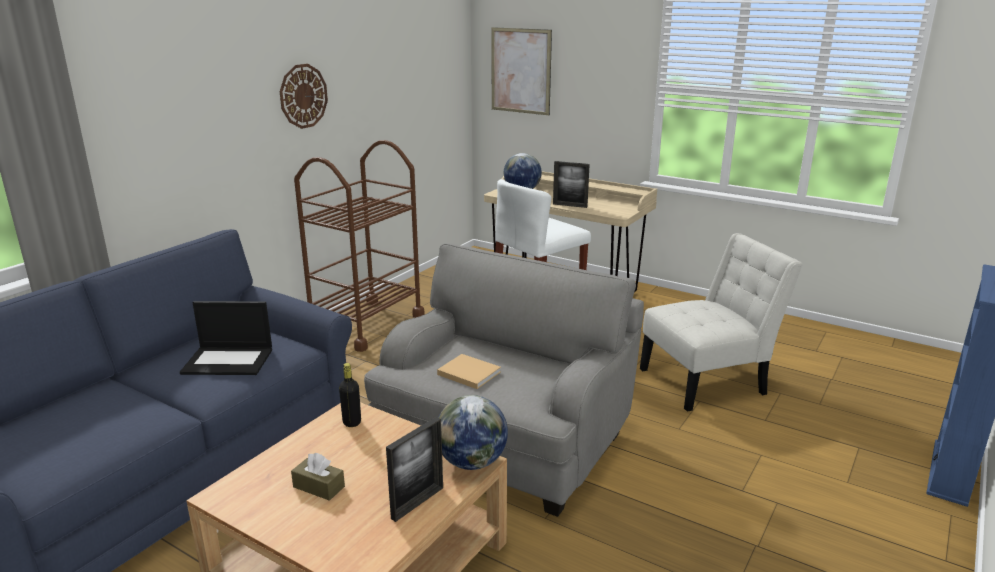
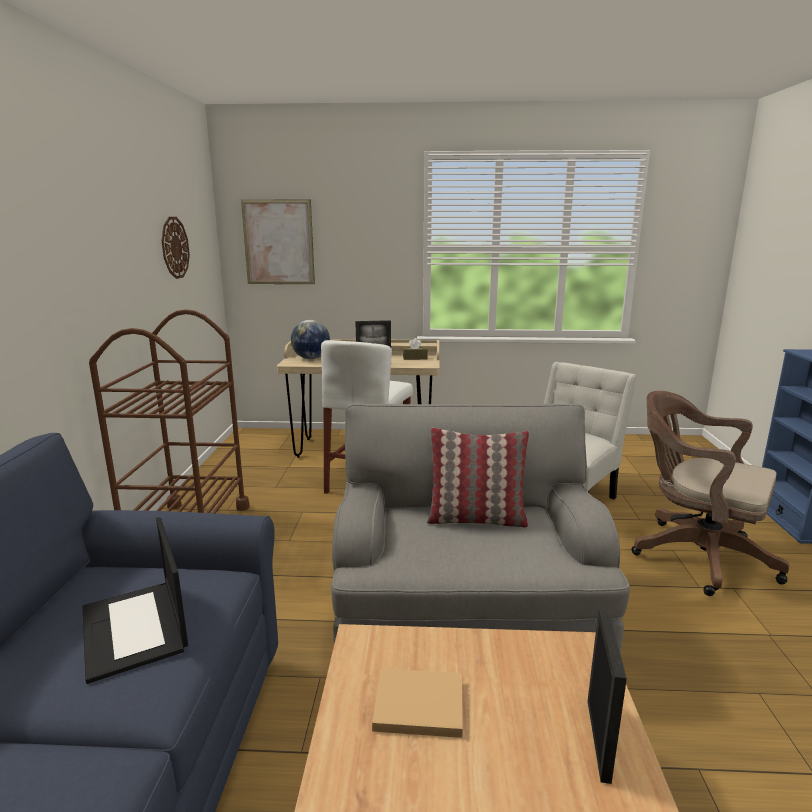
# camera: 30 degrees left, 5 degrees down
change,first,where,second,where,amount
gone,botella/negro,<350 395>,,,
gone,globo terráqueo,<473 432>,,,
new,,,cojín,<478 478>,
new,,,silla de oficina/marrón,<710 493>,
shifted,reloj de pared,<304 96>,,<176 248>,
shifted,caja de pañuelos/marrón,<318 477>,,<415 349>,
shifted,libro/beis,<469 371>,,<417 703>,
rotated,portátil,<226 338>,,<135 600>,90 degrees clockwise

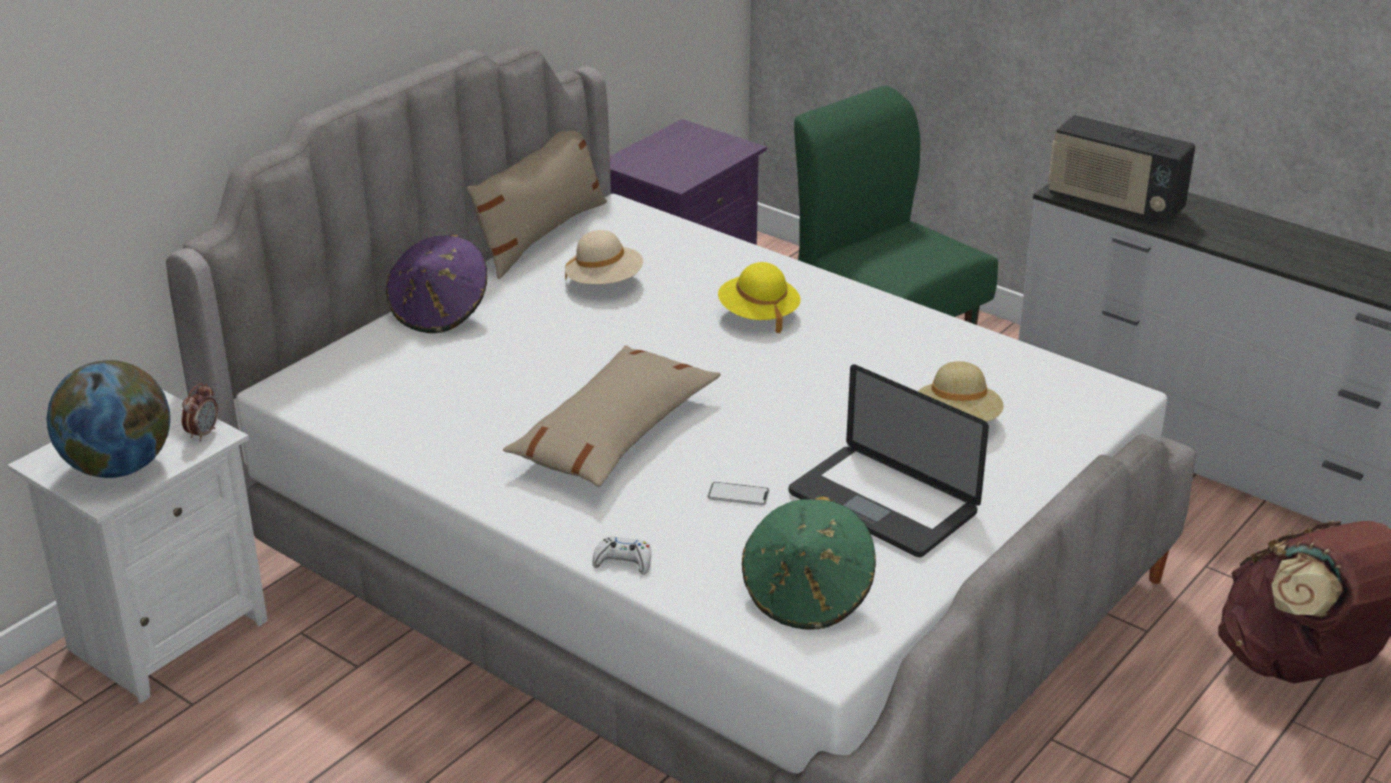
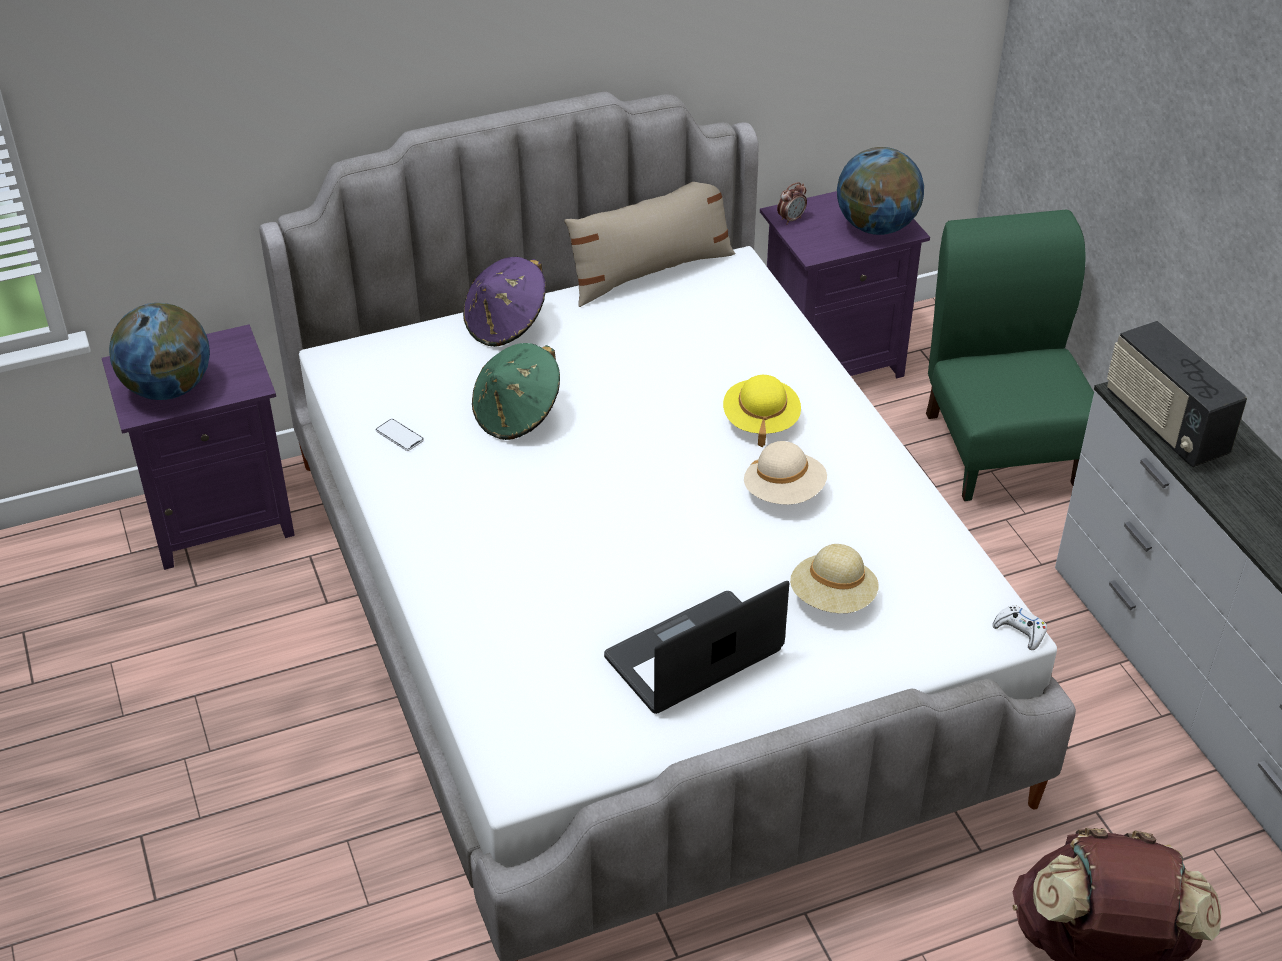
# camera: 30 degrees right, 10 degrees up
change,first,where,second,where,amount
gone,cojín/beis,<611 416>,,,
new,,,globo terráqueo,<880 191>,
shifted,despertador,<199 412>,,<792 203>,
shifted,sombrero/beis,<604 257>,,<785 473>,
shifted,mando de consola/blanco,<621 555>,,<1019 627>,
shifted,móvil,<739 494>,,<400 435>,
shifted,sombrero/verde,<809 563>,,<516 391>,
repainted,mesita de noche/blanco,<138 546>,mesita de noche/morado,<198 447>,
rotated,portátil,<889 460>,,<696 647>,75 degrees clockwise

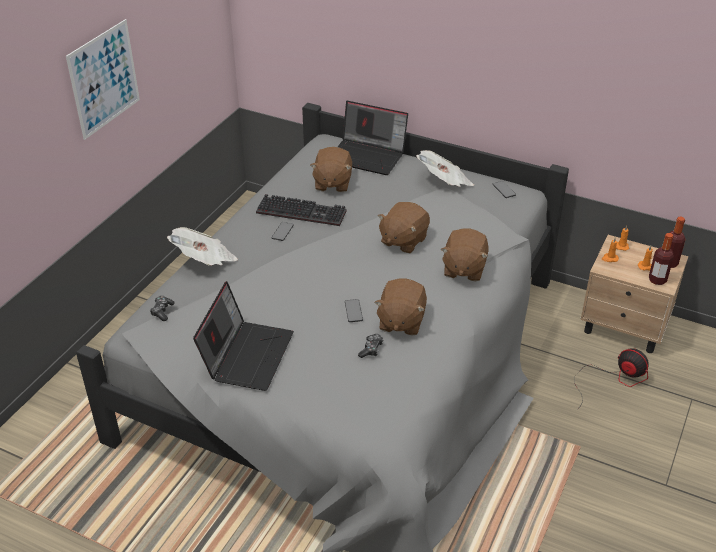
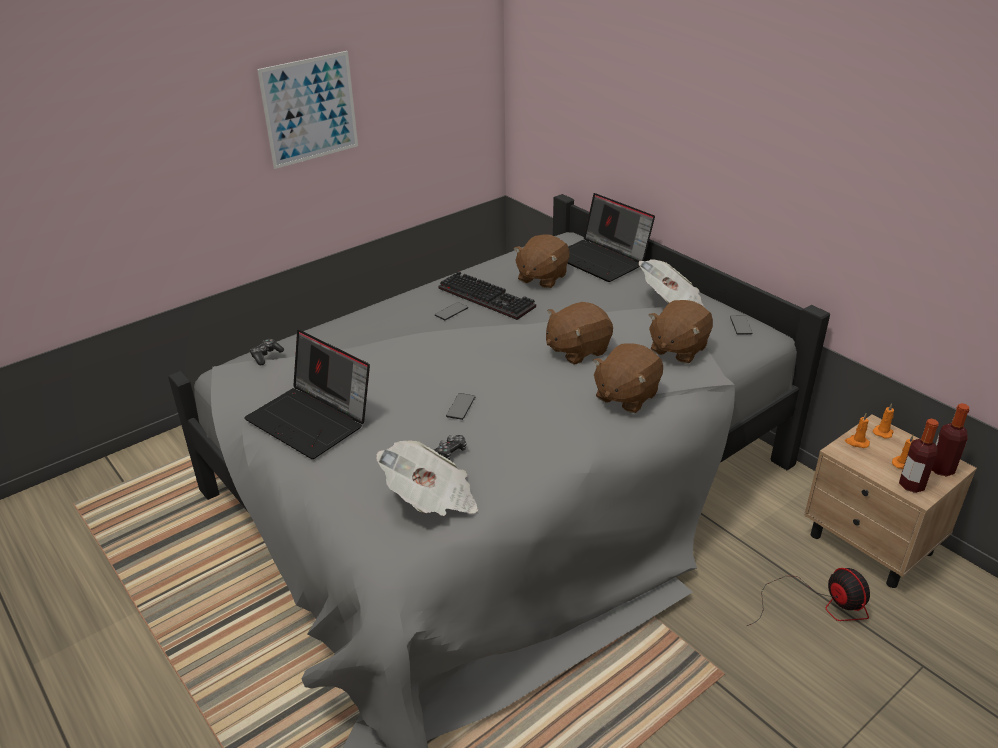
# camera: 25 degrees right, 5 degrees down
change,first,where,second,where,amount
shifted,periódico,<202 246>,,<427 478>,
shifted,peluche/marrón,<400 307>,,<680 331>,
rotated,portátil,<243 336>,,<307 394>,90 degrees clockwise

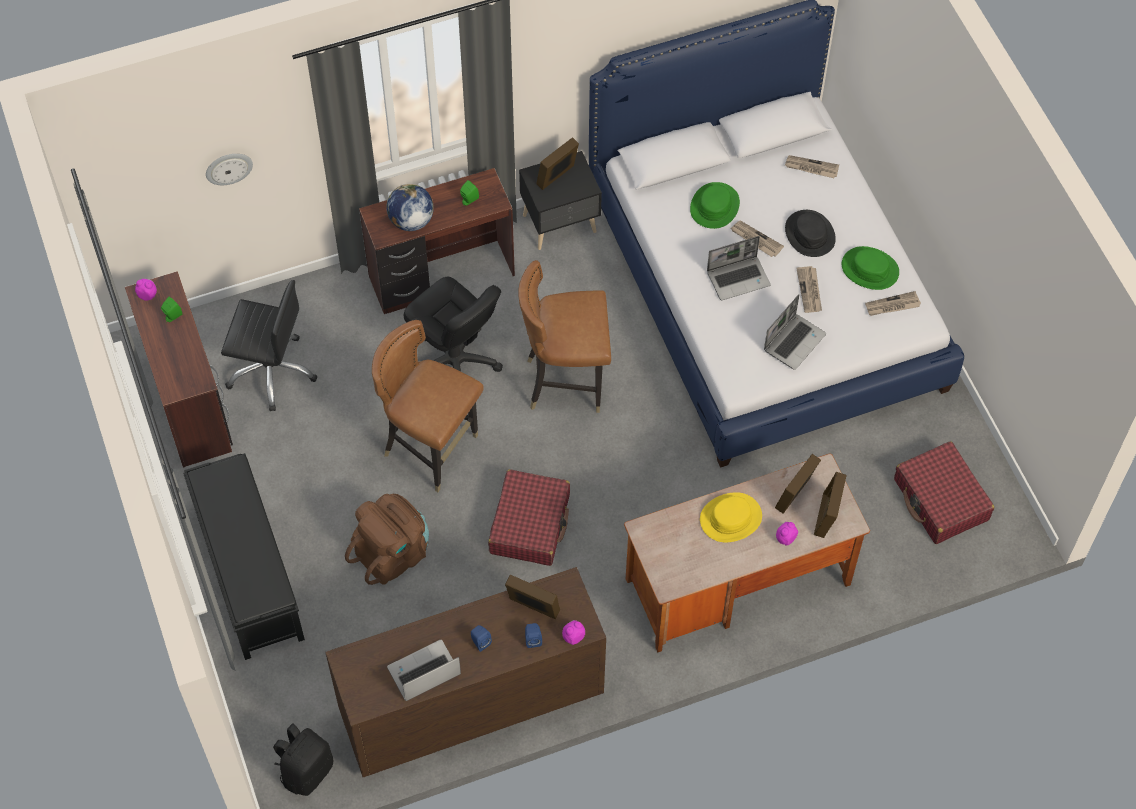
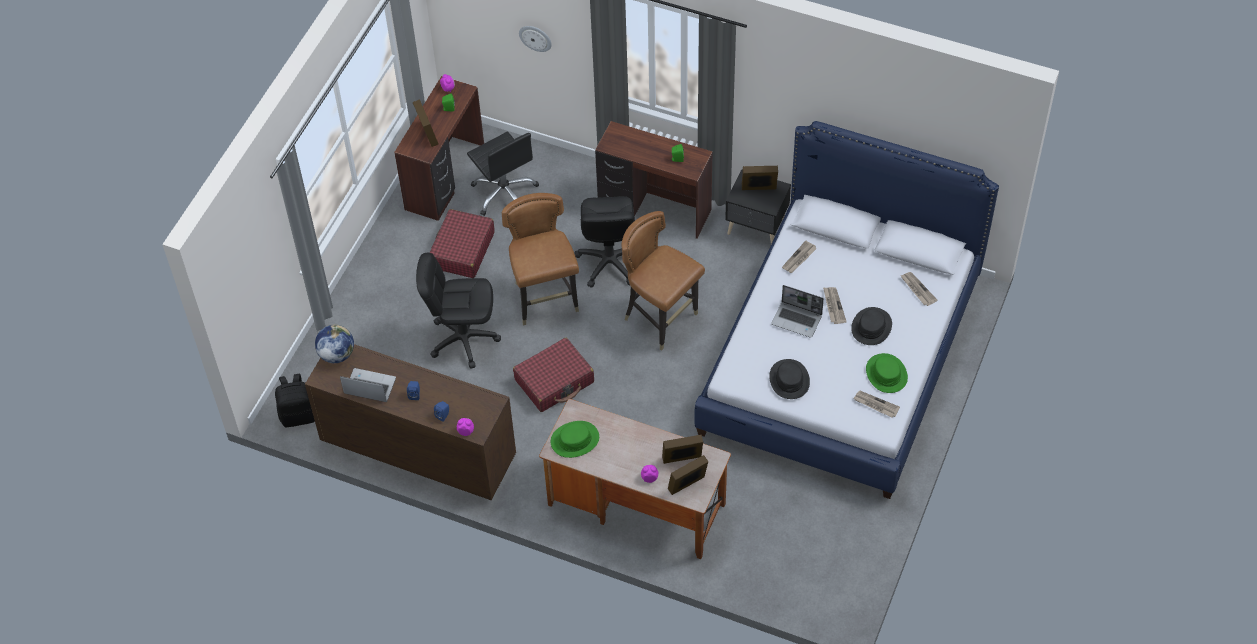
# camera: 45 degrees right, 5 degrees down
change,first,where,second,where,amount
gone,banco/negro,<244 556>,,,
gone,sombrero/amarillo,<731 517>,,,
shifted,globo terráqueo,<410 207>,,<334 344>,
shifted,portarretratos,<532 597>,,<425 123>,
shifted,sombrero/verde,<715 205>,,<575 439>,
shifted,periódico,<809 289>,,<799 257>,
shifted,maleta/rojo,<944 492>,,<462 243>,
swapped,mochila/marrón,<387 539>,silla de oficina/negro,<458 311>,
swapped,portátil,<795 332>,sombrero/negro,<789 379>,

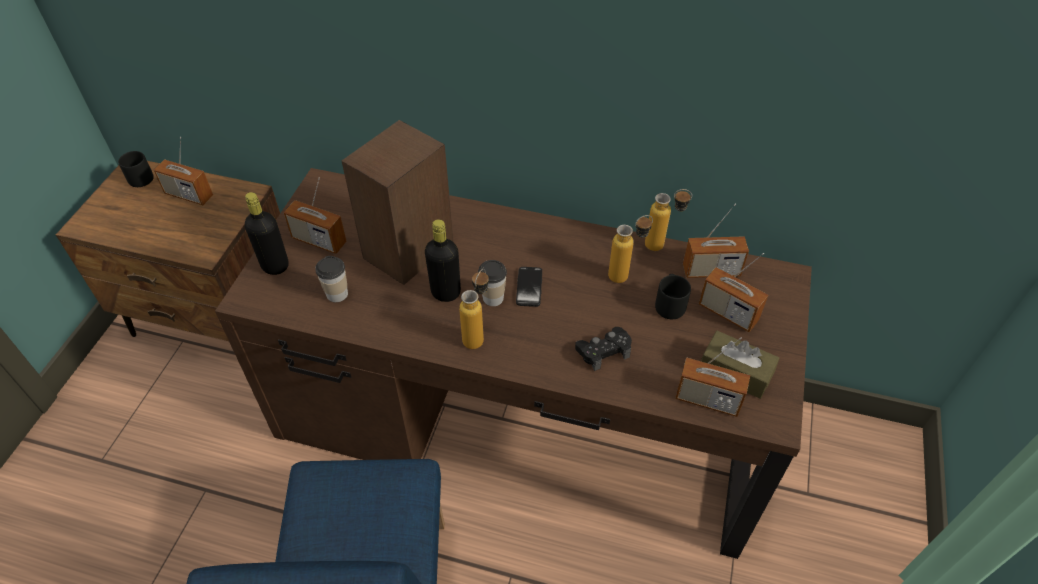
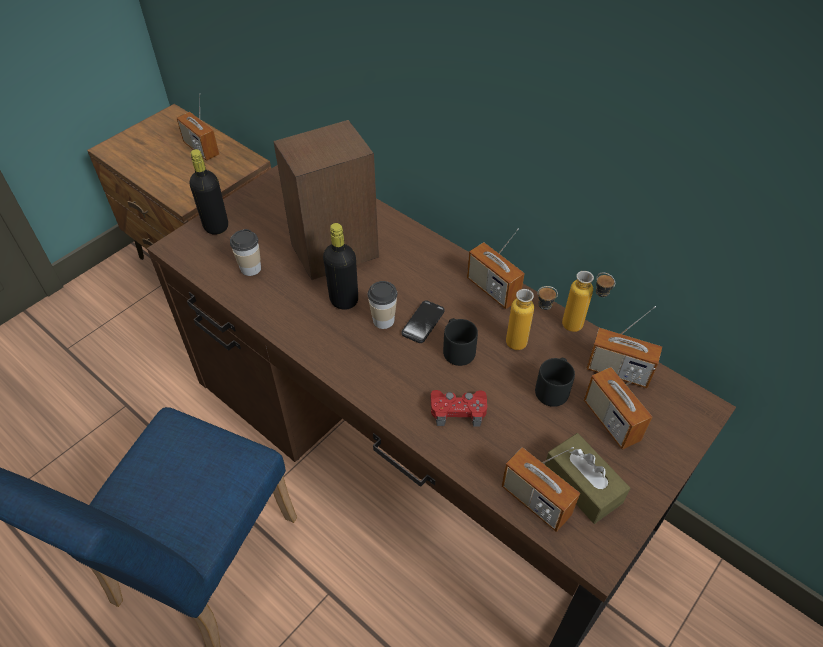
# camera: 25 degrees right, 0 degrees up
change,first,where,second,where,amount
gone,botella,<474 309>,,,
shifted,taza grande/negro,<136 169>,,<460 342>,
shifted,radio,<314 216>,,<496 269>,
repainted,mando de consola/negro,<603 349>,mando de consola/rojo,<459 408>,

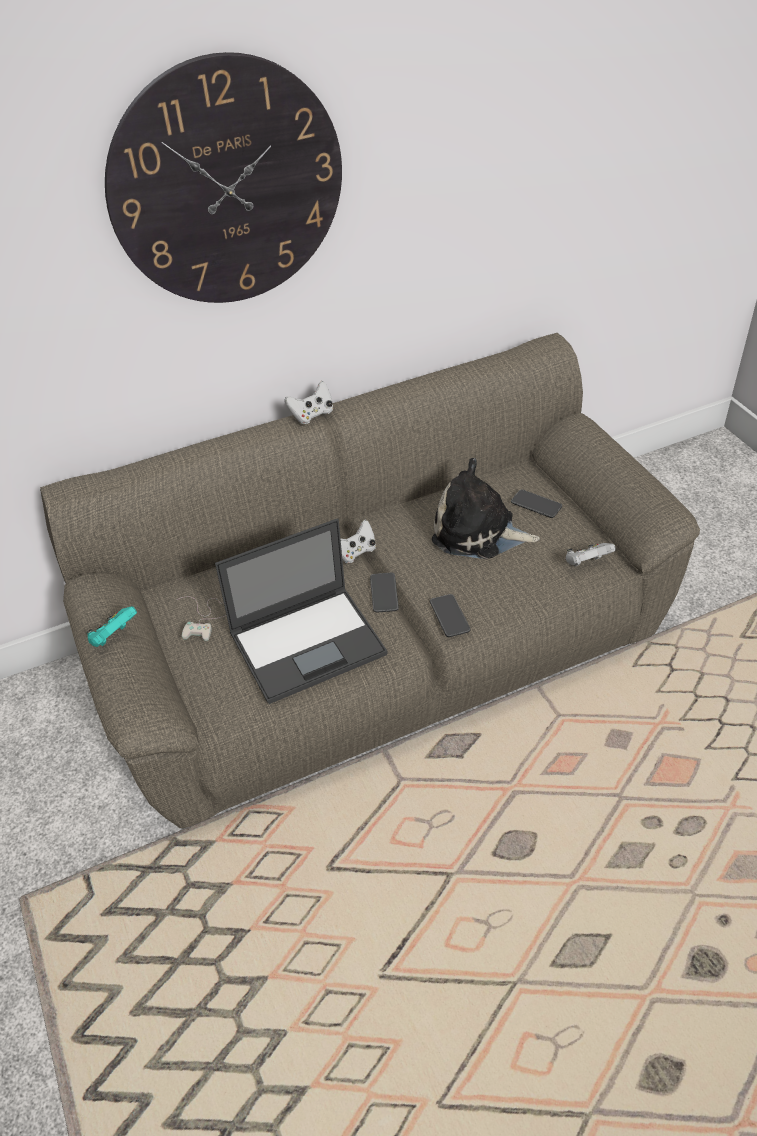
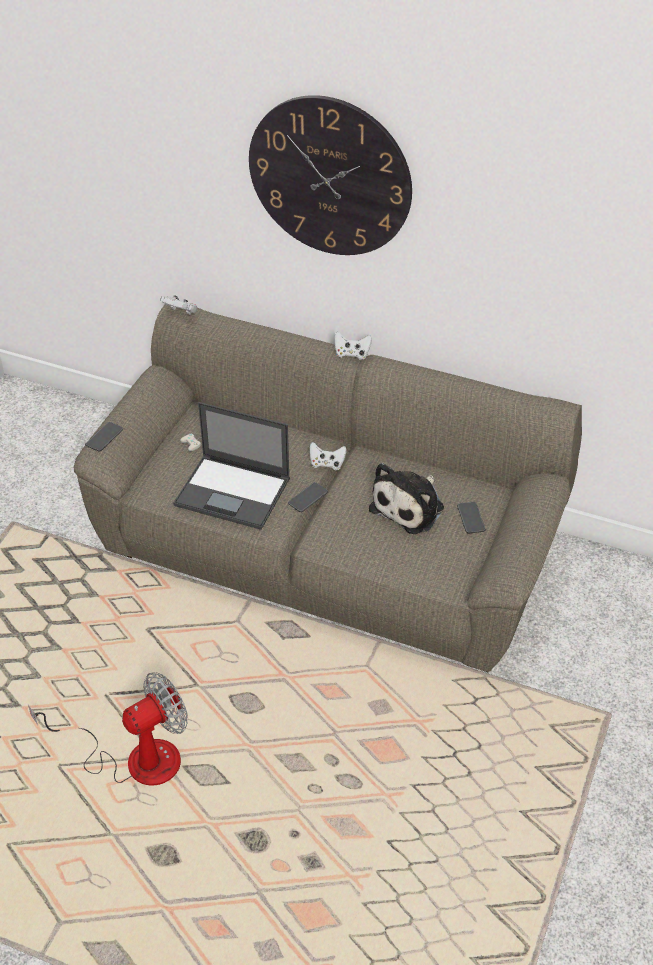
# camera: 45 degrees right, 0 degrees up
change,first,where,second,where,amount
gone,mando de consola/turquesa,<111 626>,,,
new,,,ventilador,<108 729>,
shifted,móvil,<450 615>,,<104 436>,
shifted,mando de consola/blanco,<590 555>,,<179 305>,
rotated,peluche,<486 508>,,<406 498>,120 degrees counterclockwise

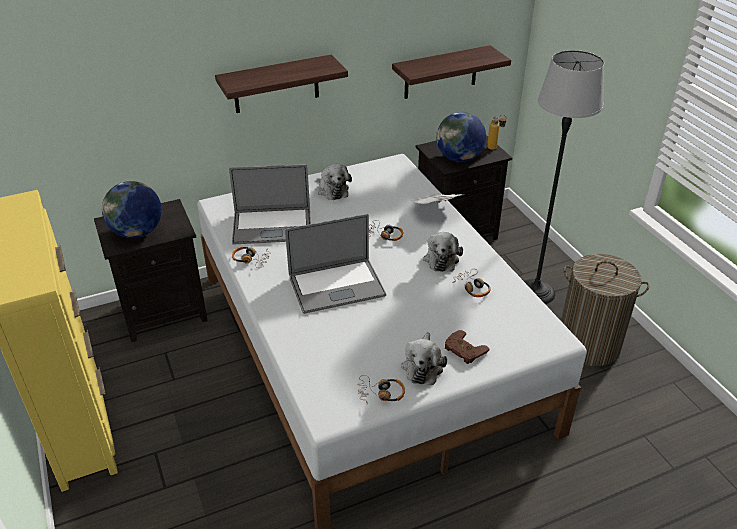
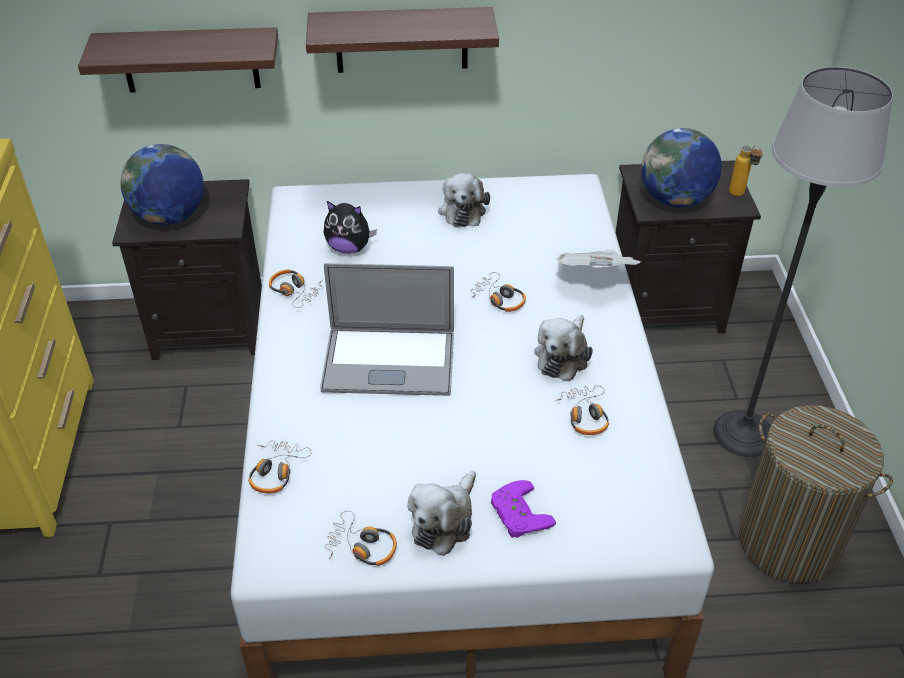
# camera: 20 degrees right, 5 degrees up
change,first,where,second,where,amount
new,,,auriculares,<279 467>,
shifted,estante,<451 72>,,<178 60>,
swapped,portátil,<270 204>,peluche,<350 227>,
repainted,mando de consola/marrón,<467 347>,mando de consola/morado,<523 509>,

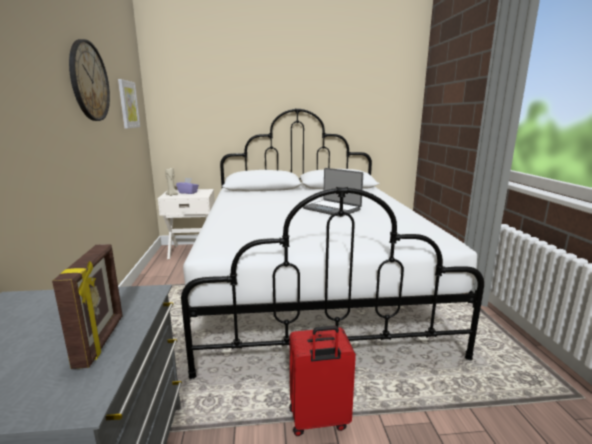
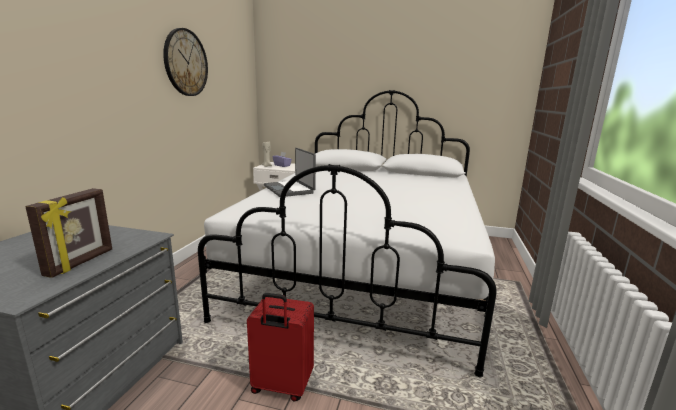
# camera: 20 degrees right, 0 degrees up
change,first,where,second,where,amount
gone,cuadro,<129 103>,,,
shifted,portátil,<333 192>,,<290 172>,

